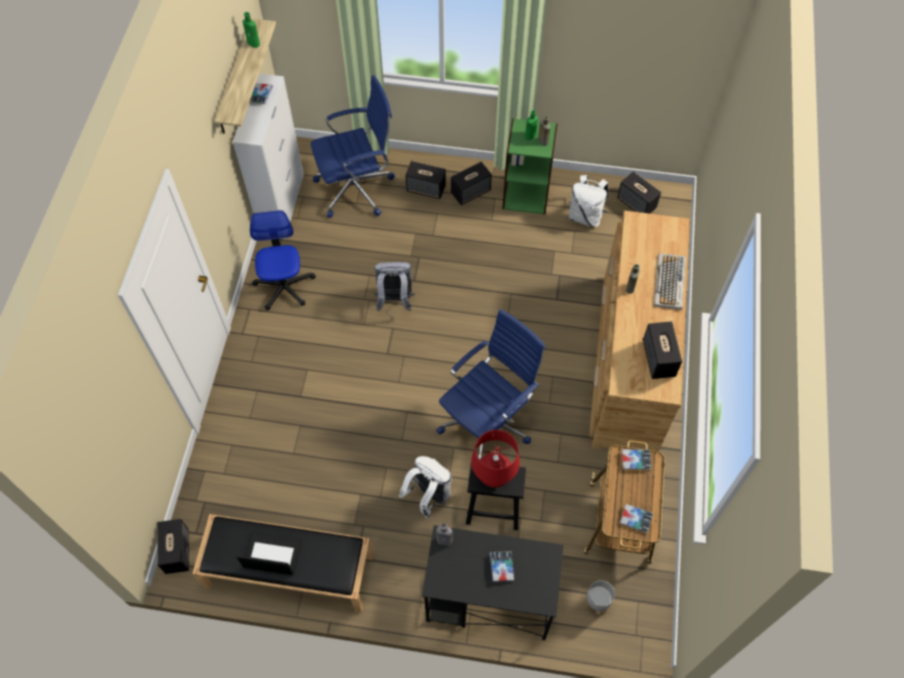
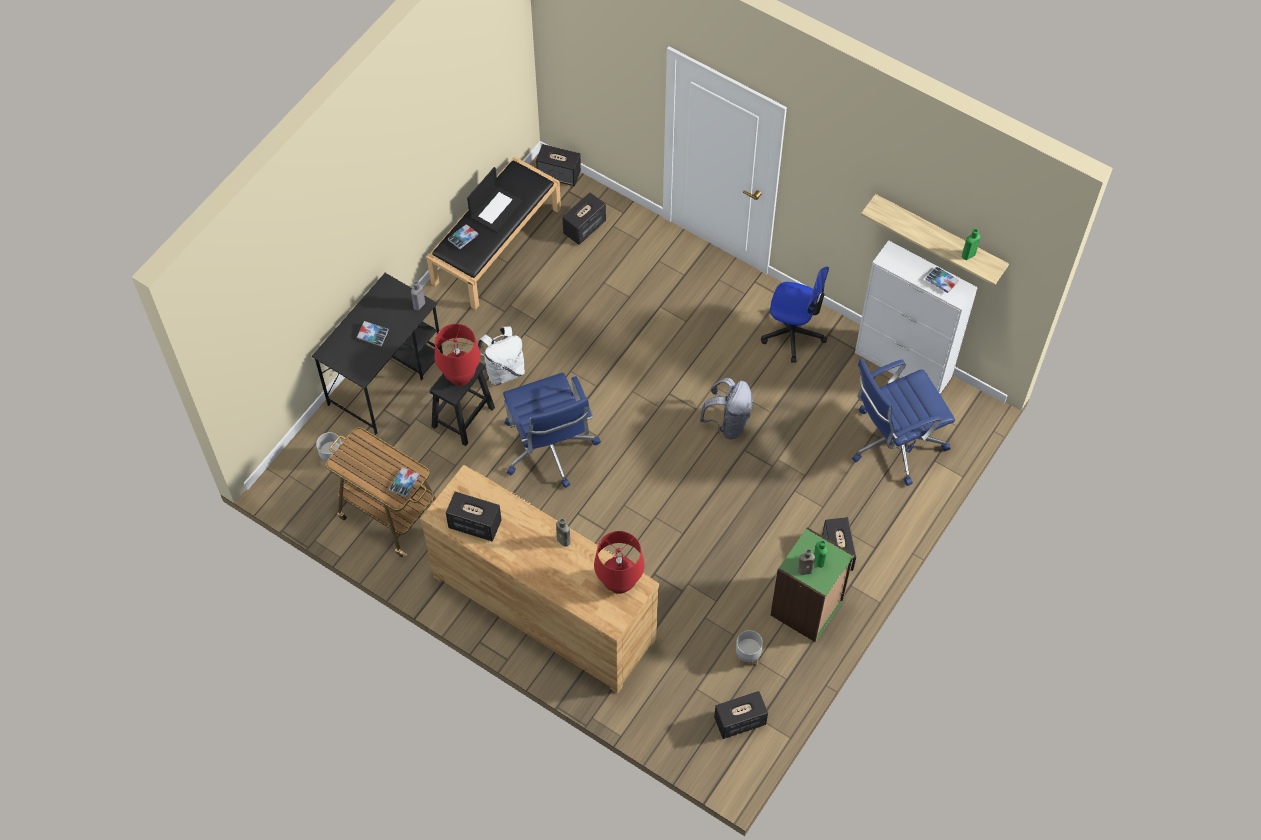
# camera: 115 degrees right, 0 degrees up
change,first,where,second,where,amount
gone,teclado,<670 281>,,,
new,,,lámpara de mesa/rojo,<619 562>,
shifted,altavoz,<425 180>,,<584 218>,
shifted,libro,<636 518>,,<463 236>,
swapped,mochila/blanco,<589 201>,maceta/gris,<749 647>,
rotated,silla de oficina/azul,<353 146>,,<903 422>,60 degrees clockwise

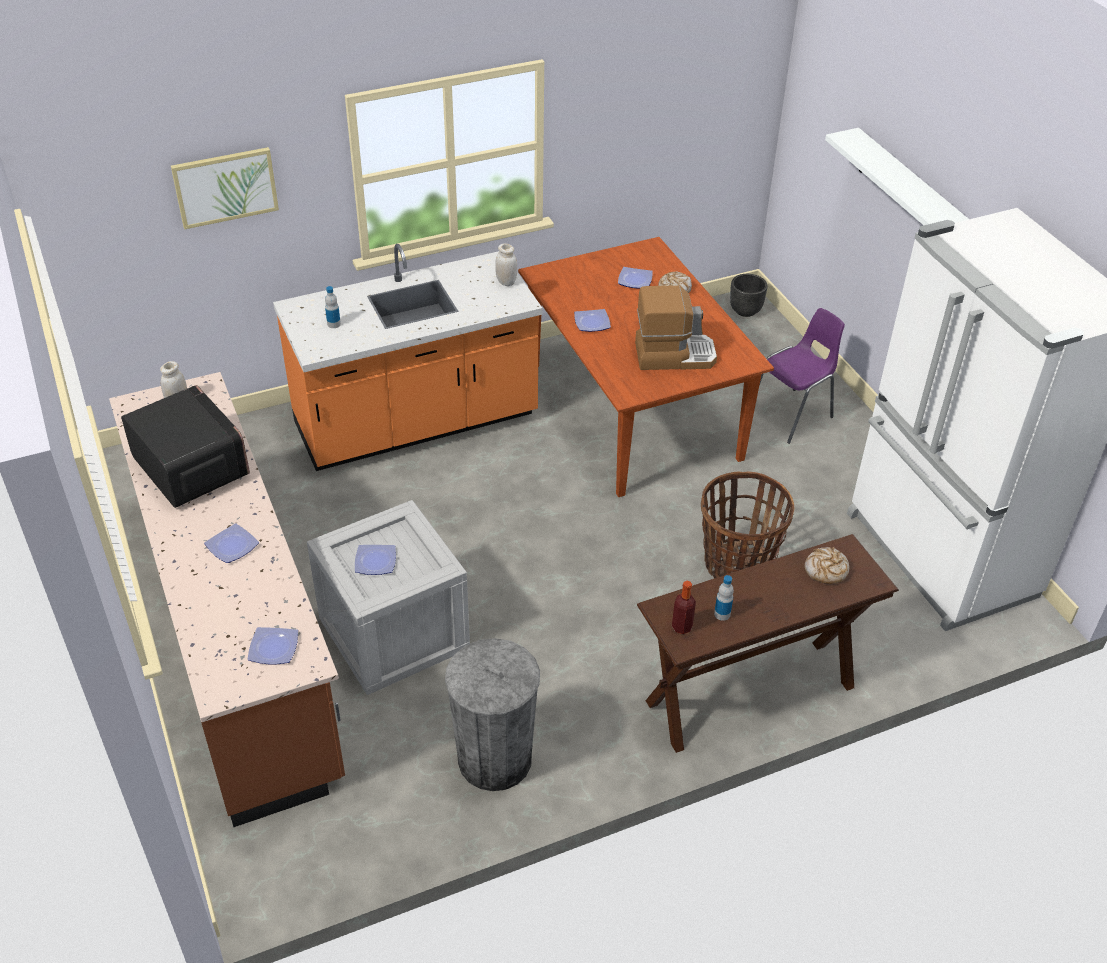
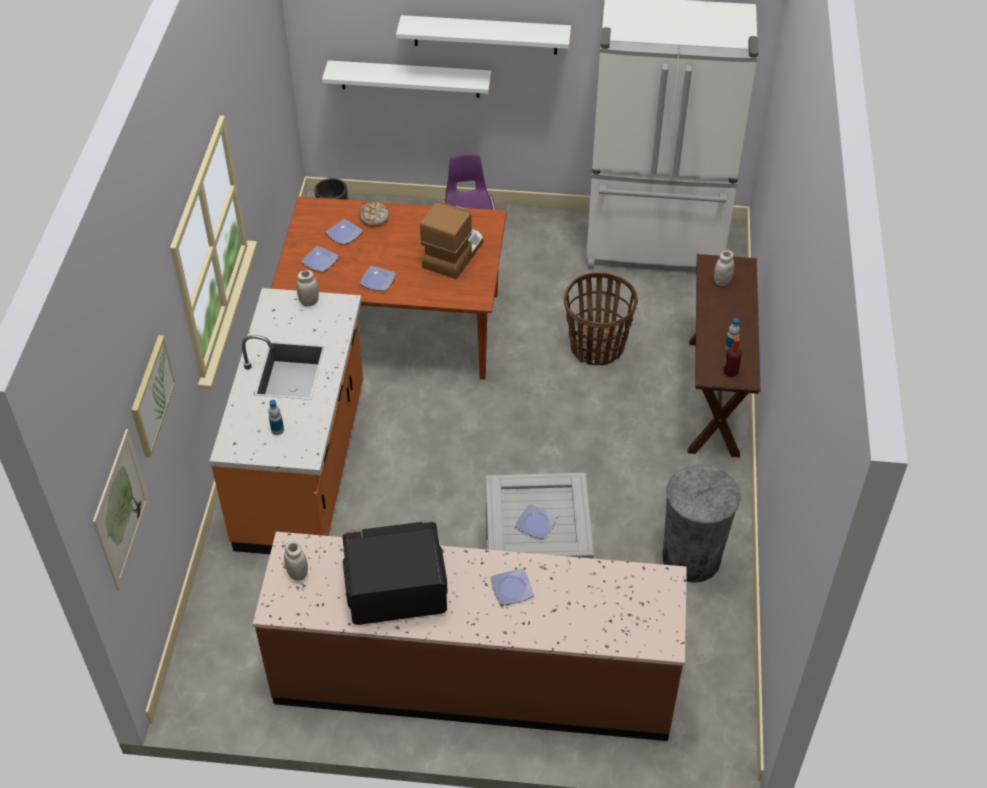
# camera: 60 degrees left, 5 degrees up
change,first,where,second,where,amount
new,,,cuadro,<121 509>,
new,,,estante/blanco,<407 79>,
shifted,plato,<273 646>,,<320 259>,
swapped,pan,<827 565>,tarro/blanco,<724 268>,

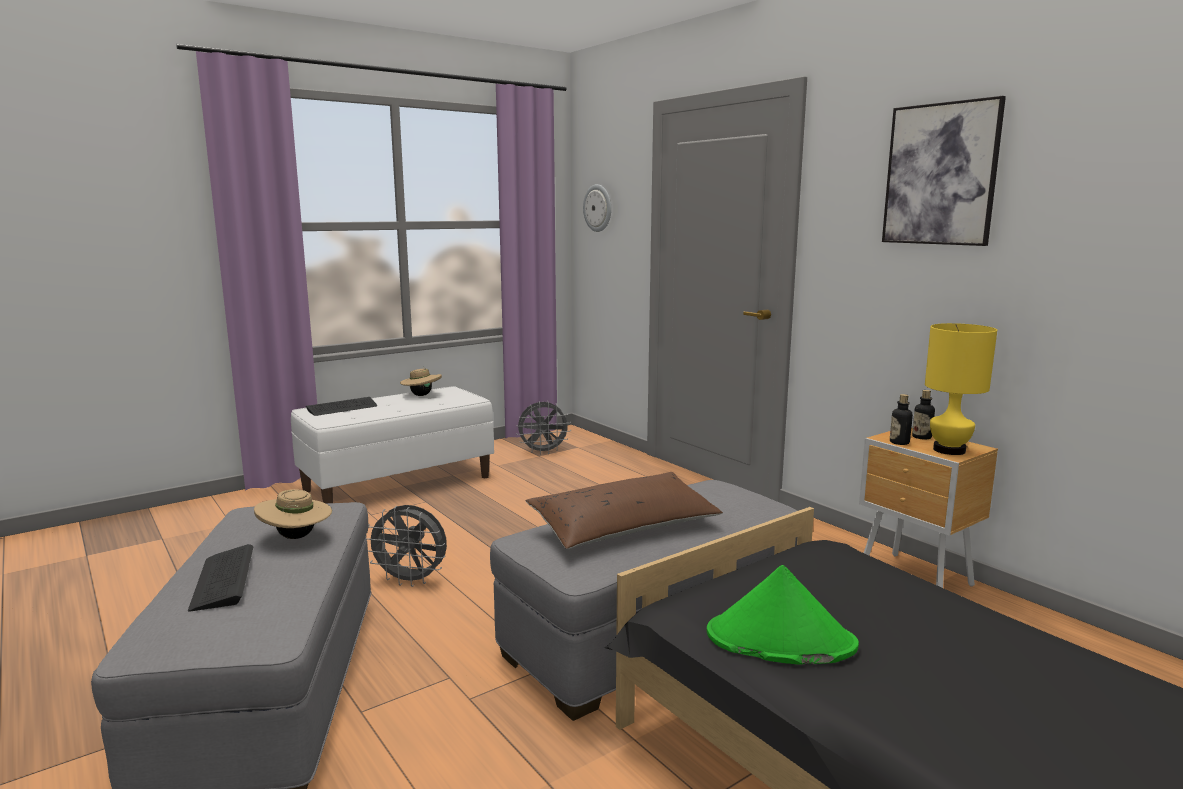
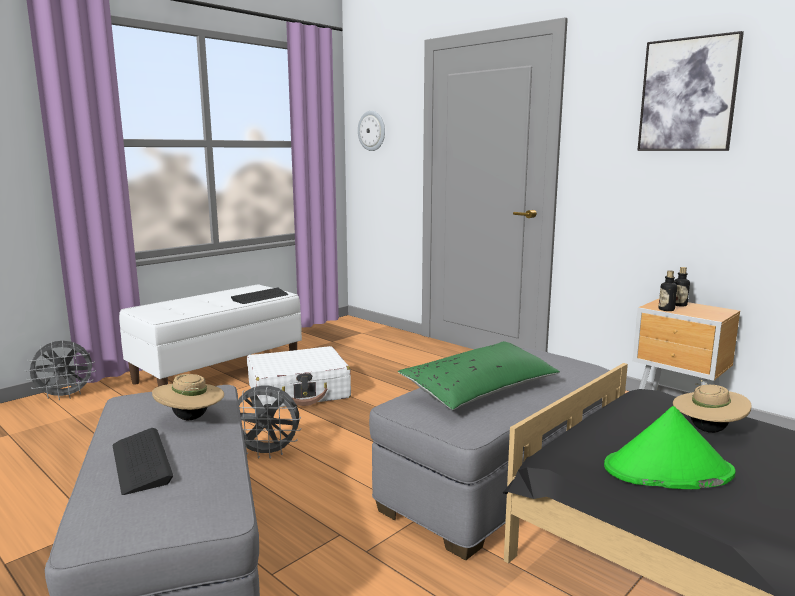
# camera: 10 degrees left, 0 degrees up
change,first,where,second,where,amount
gone,lámpara de mesa/amarillo,<961 389>,,,
new,,,maleta/blanco,<299 376>,
shifted,teclado,<341 406>,,<259 296>,
shifted,sombrero/beis,<421 381>,,<712 406>,
shifted,ventilador/gris,<543 428>,,<60 370>,
repainted,cojín/marrón,<624 510>,cojín/verde,<479 375>,

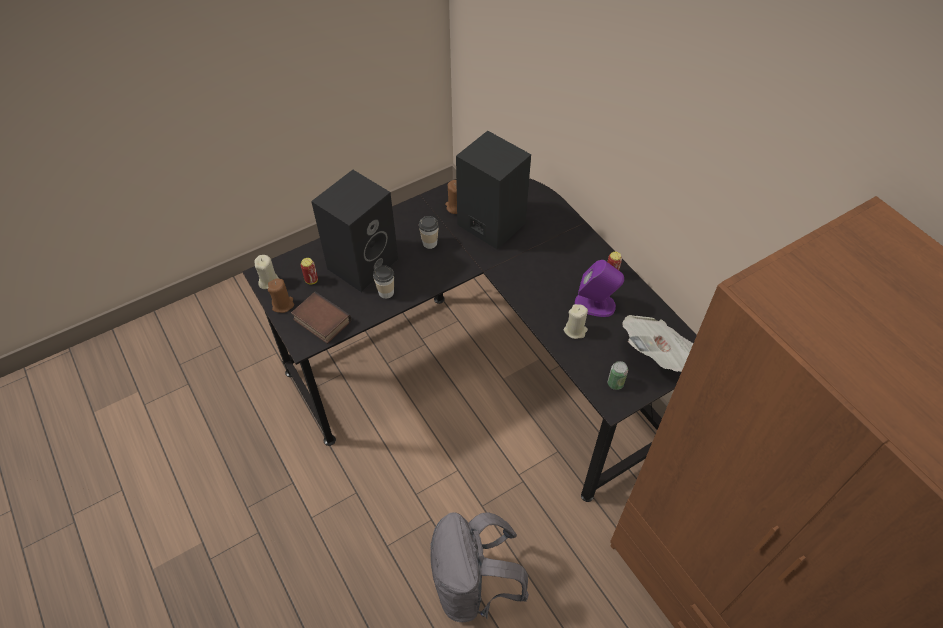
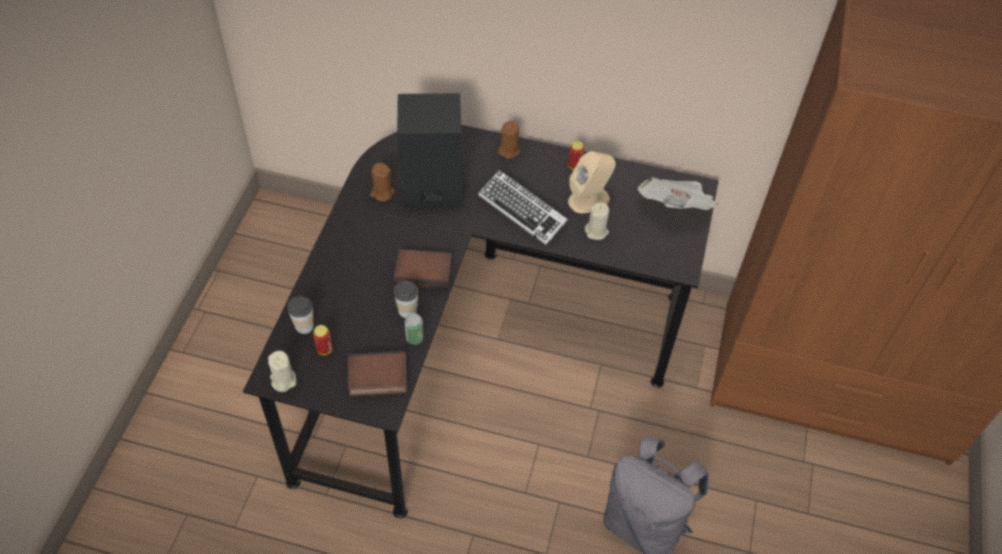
# camera: 45 degrees left, 0 degrees up
change,first,where,second,where,amount
gone,altavoz/negro,<354 231>,,,
new,,,libro,<423 270>,
new,,,teclado,<523 207>,
shifted,vela/marrón,<281 295>,,<509 140>,
shifted,taza,<429 232>,,<300 315>,
shifted,lata,<618 375>,,<414 329>,
repainted,altavoz/morado,<599 288>,altavoz/beis,<592 182>,

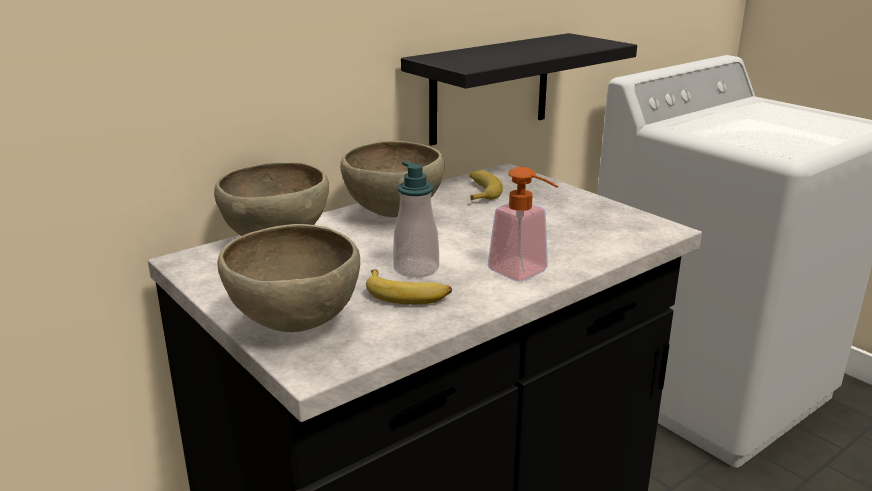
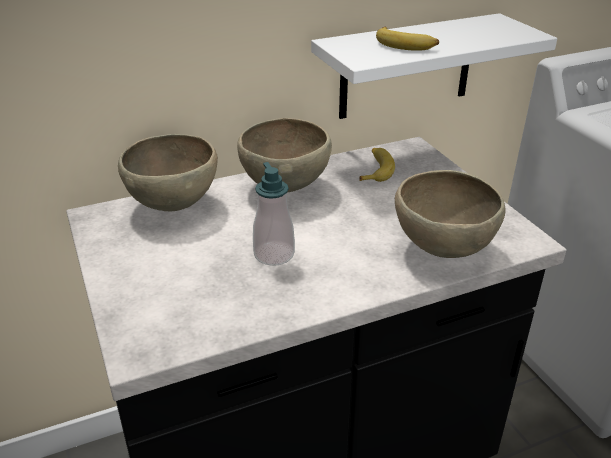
# camera: 15 degrees right, 10 degrees up
change,first,where,second,where,amount
gone,dispensador de jabón,<523 224>,,,
shifted,cuenco/marrón,<288 278>,,<450 214>,
shifted,plátano,<409 287>,,<407 39>,
repainted,estante/negro,<519 89>,estante/blanco,<434 66>,

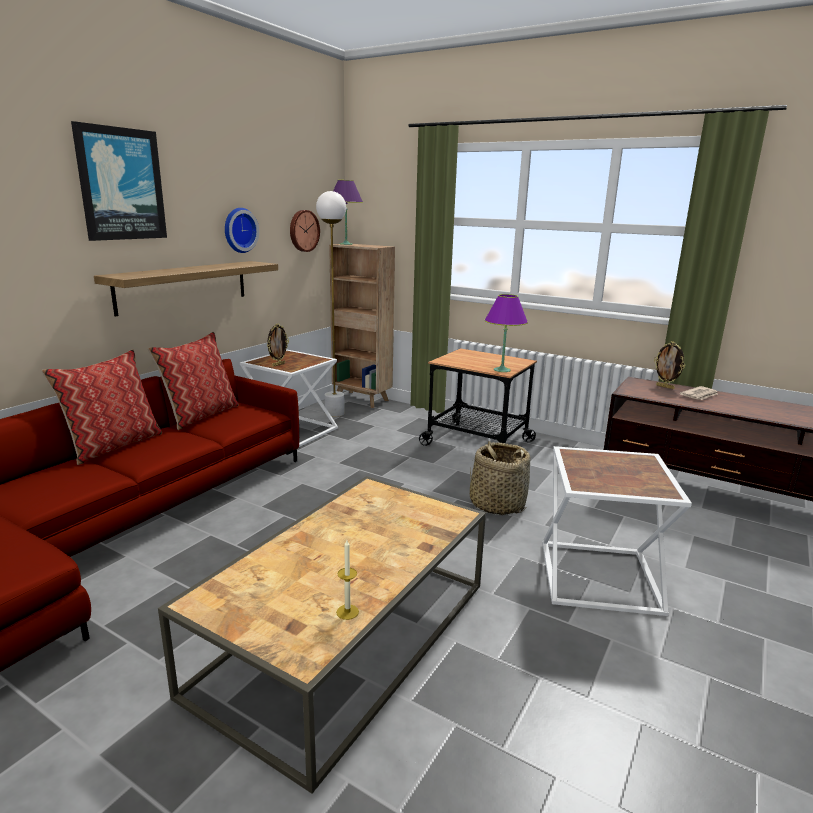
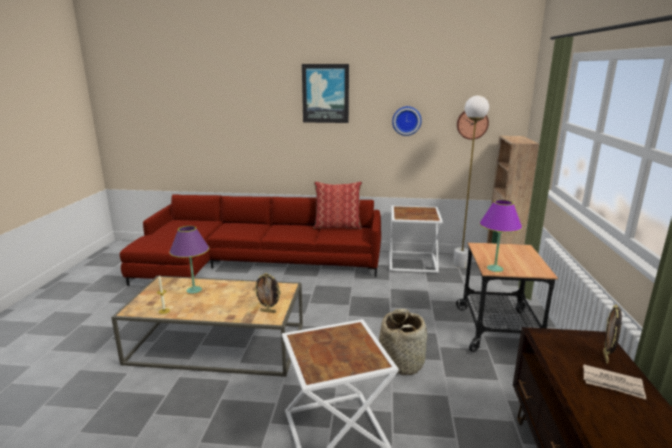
# camera: 65 degrees right, 0 degrees up
change,first,where,second,where,amount
gone,cojín,<101 407>,,,
gone,estante,<186 289>,,,
shifted,portarretratos,<278 345>,,<267 293>,
shifted,lámpara de mesa/morado,<348 212>,,<189 260>,

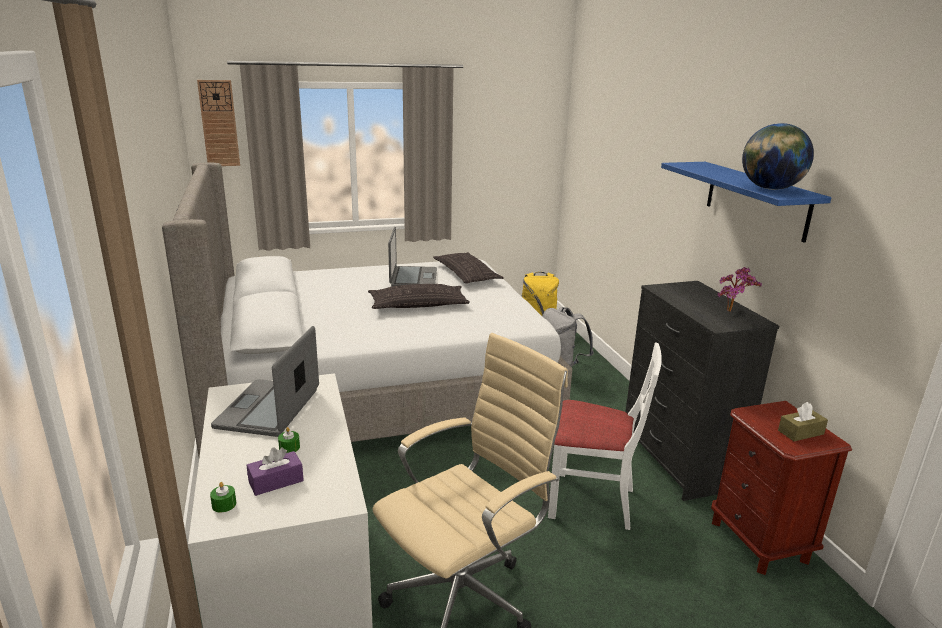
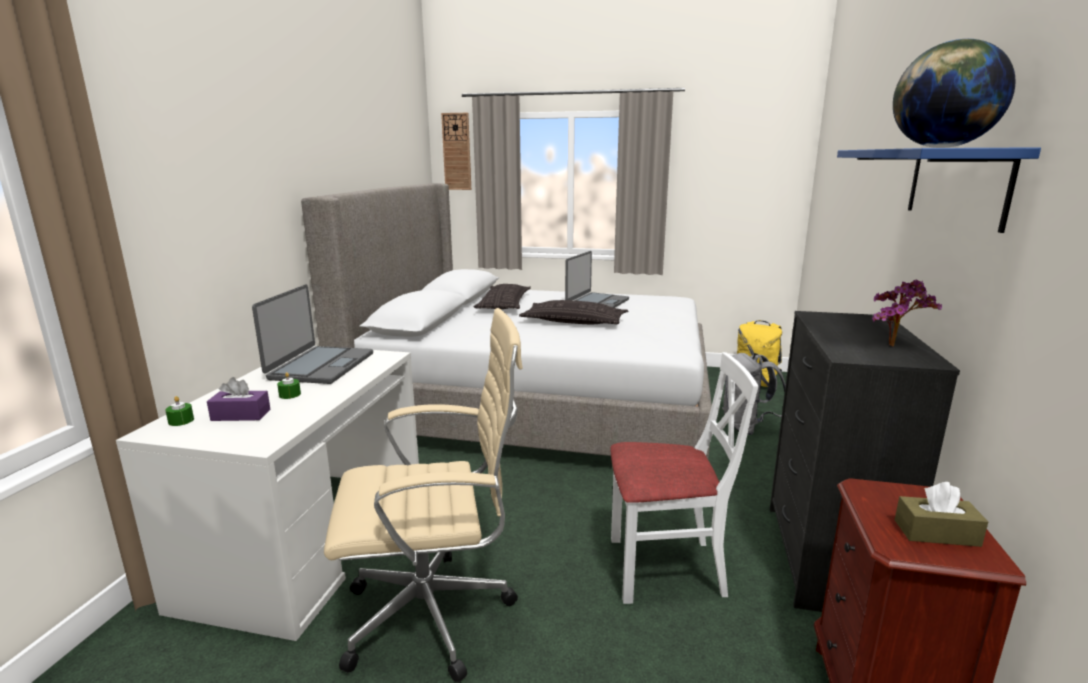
# camera: 30 degrees right, 5 degrees down
change,first,where,second,where,amount
shifted,cojín,<468 267>,,<502 296>,
rotated,portátil,<265 381>,,<312 334>,150 degrees clockwise
rotated,silla/blanco,<605 436>,,<684 478>,45 degrees counterclockwise

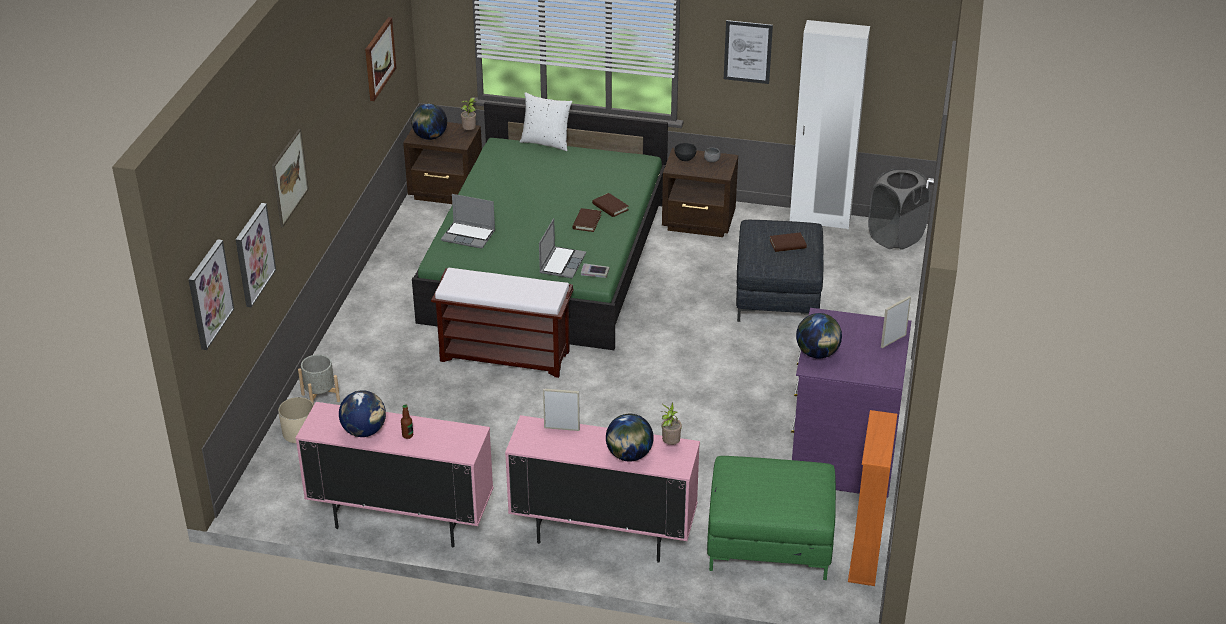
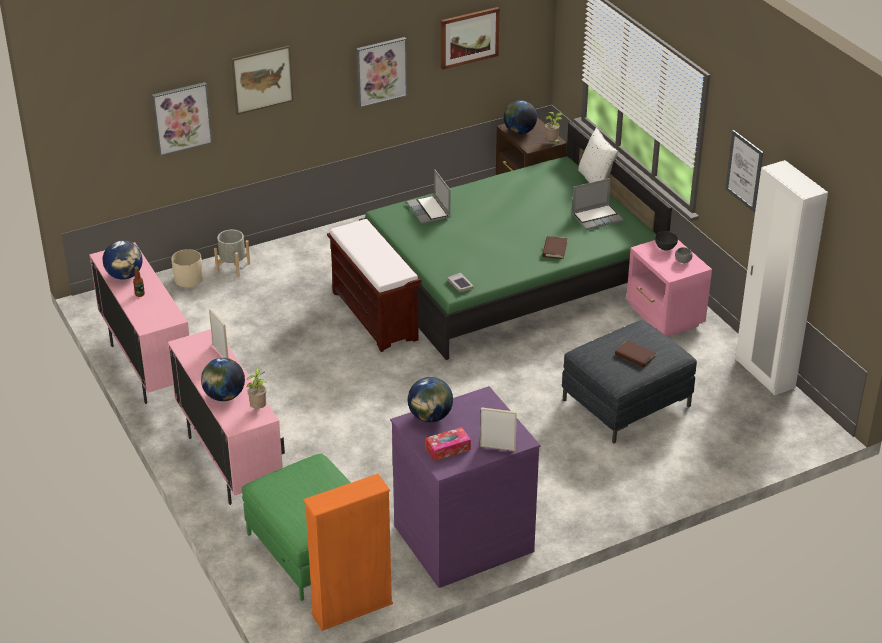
# camera: 50 degrees right, 0 degrees up
change,first,where,second,where,amount
gone,libro/marrón,<587 220>,,,
gone,cesto de la ropa/gris,<899 209>,,,
new,,,caja de pañuelos,<448 444>,
shifted,cuadro,<211 294>,,<381 72>,
shifted,portátil,<562 248>,,<597 204>,
repainted,mesita de noche/marrón,<700 192>,mesita de noche/rosa,<669 288>,

